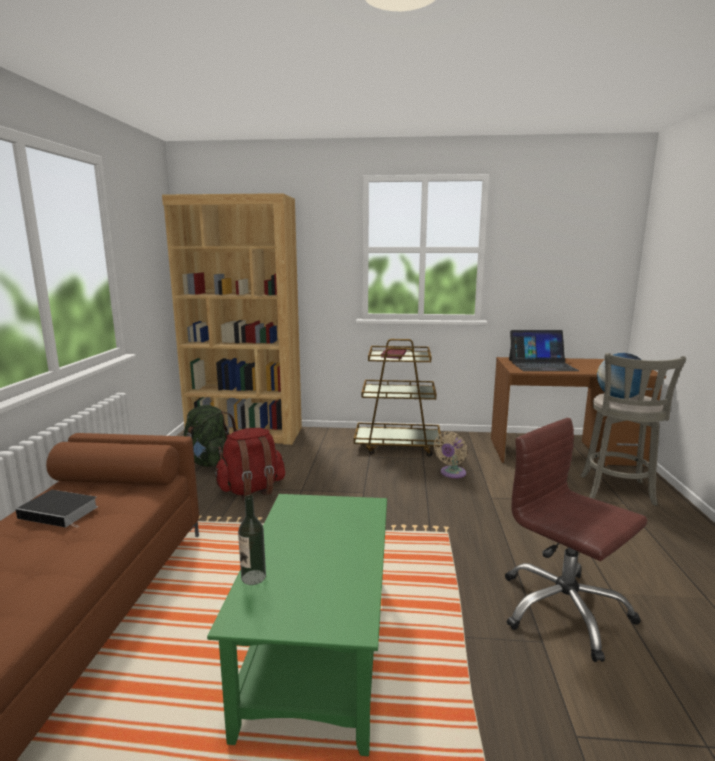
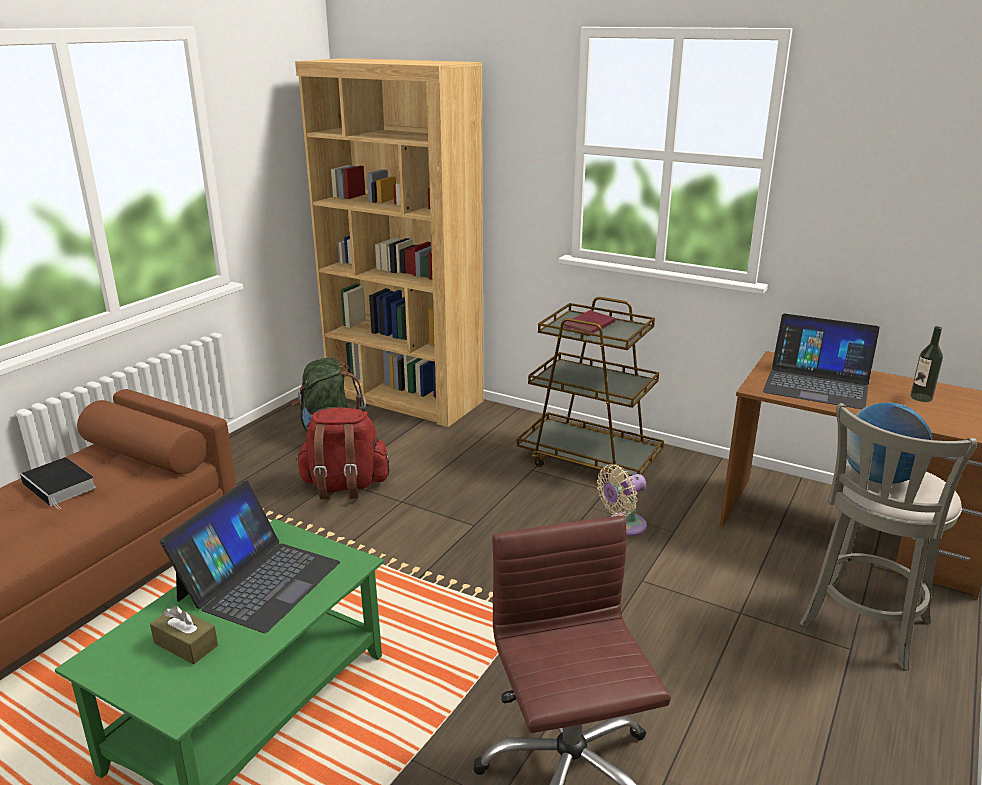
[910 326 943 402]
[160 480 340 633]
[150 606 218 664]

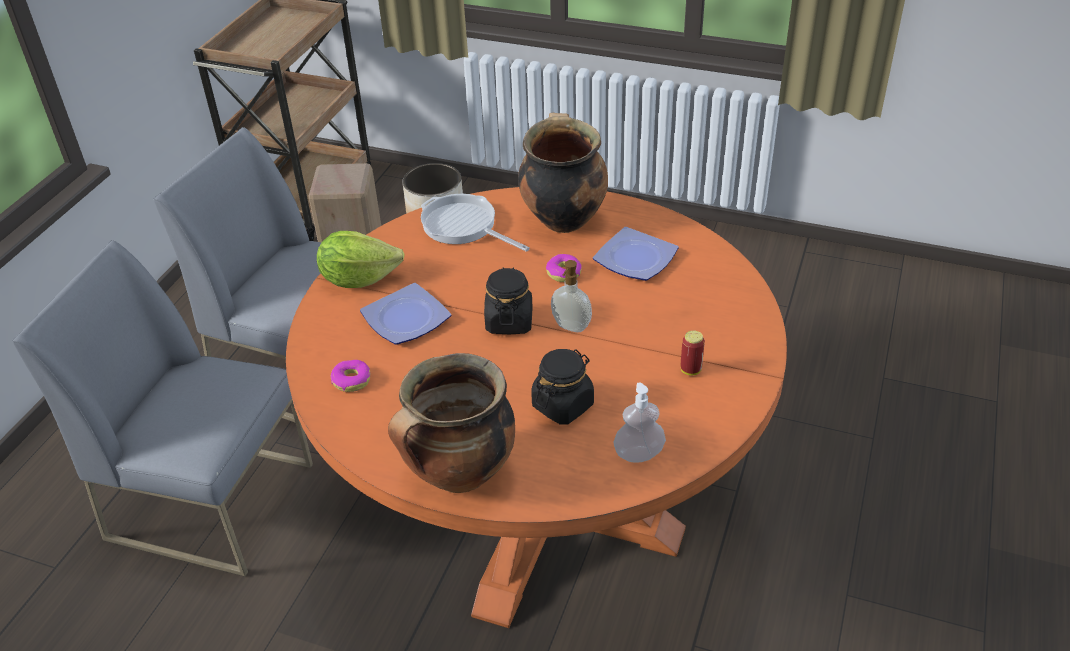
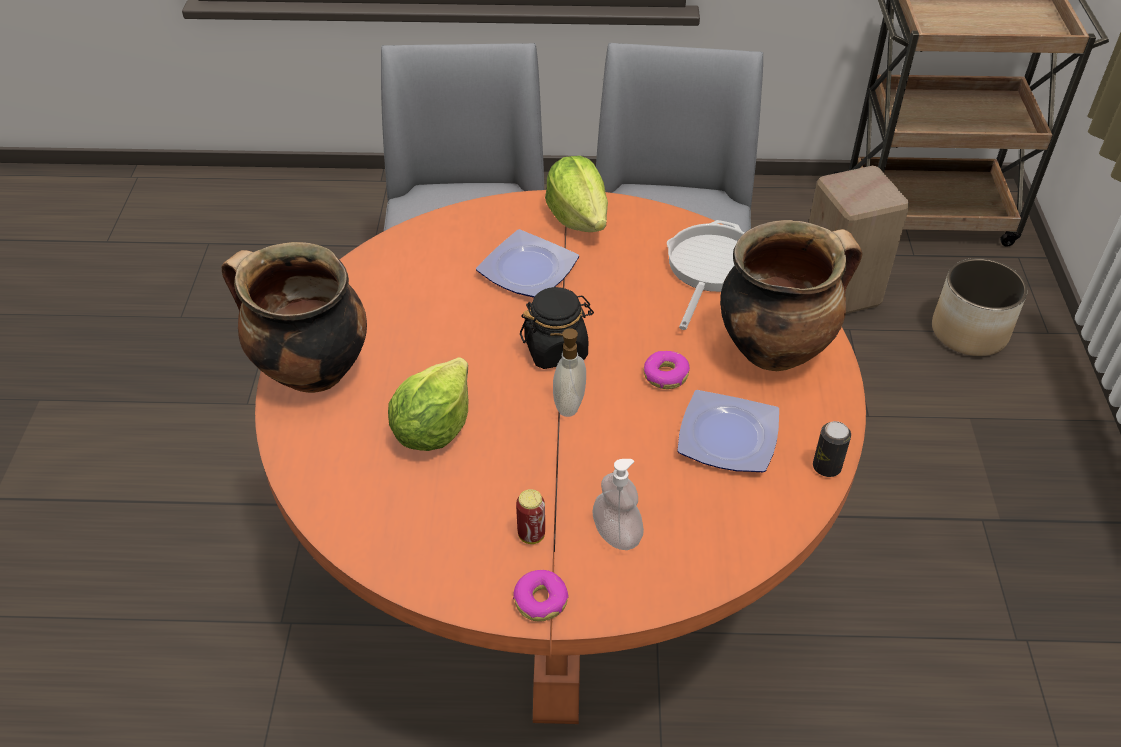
[388 357 468 451]
[513 570 569 621]
[592 459 644 550]
[813 421 851 477]

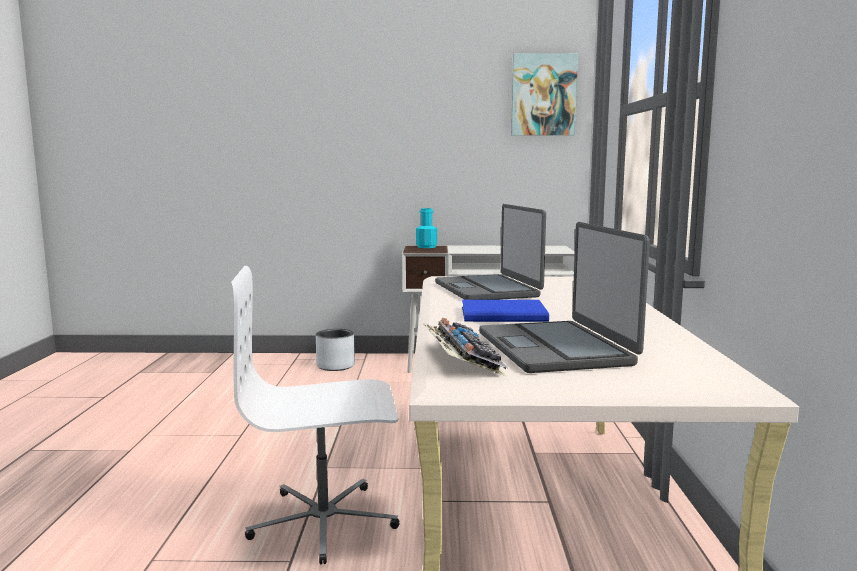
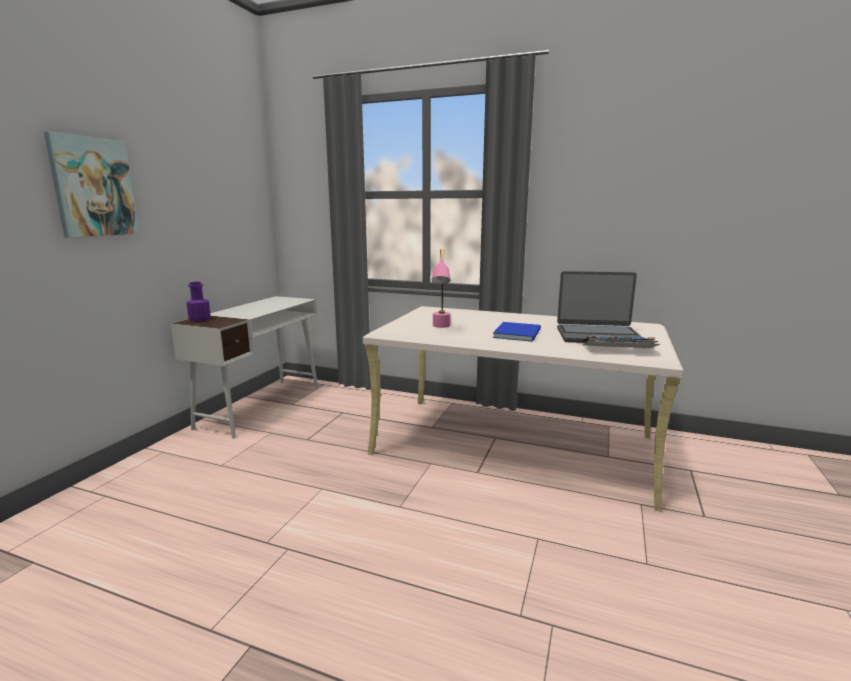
[44 131 140 238]
[432 249 451 328]
[187 282 211 322]
[231 266 400 565] (first image)
[316 329 355 371] (first image)

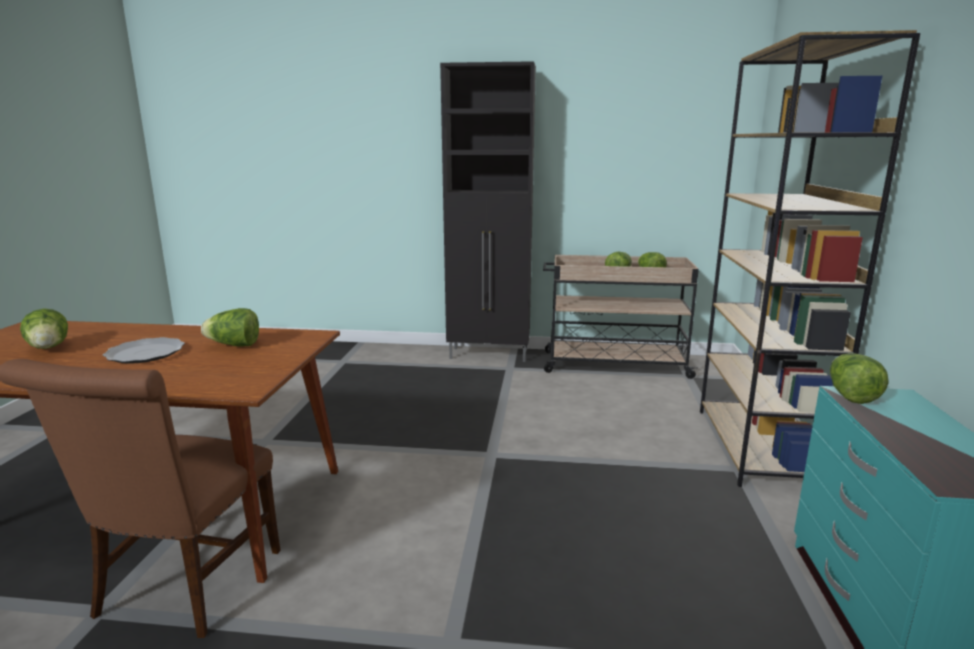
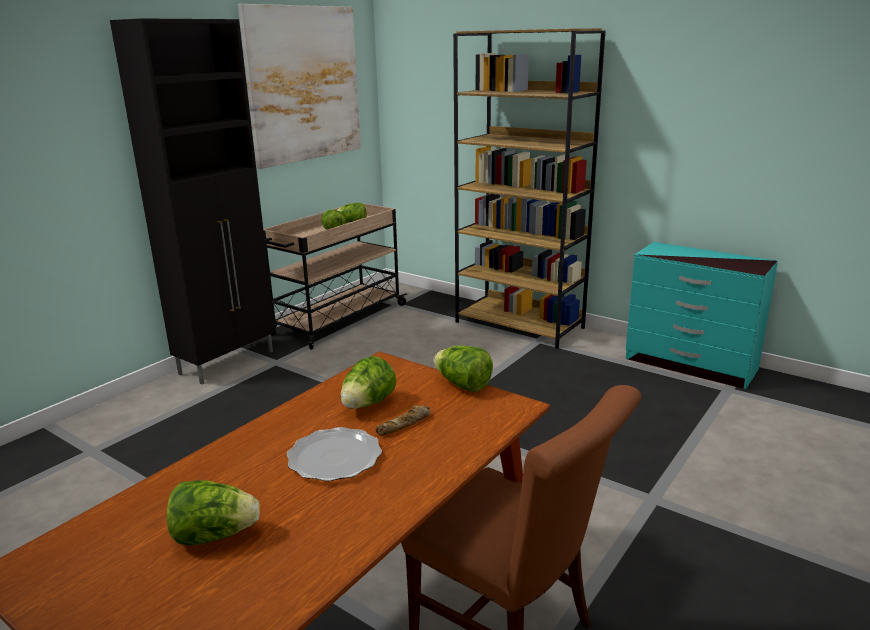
[433 346 493 392]
[238 4 361 169]
[375 405 430 436]

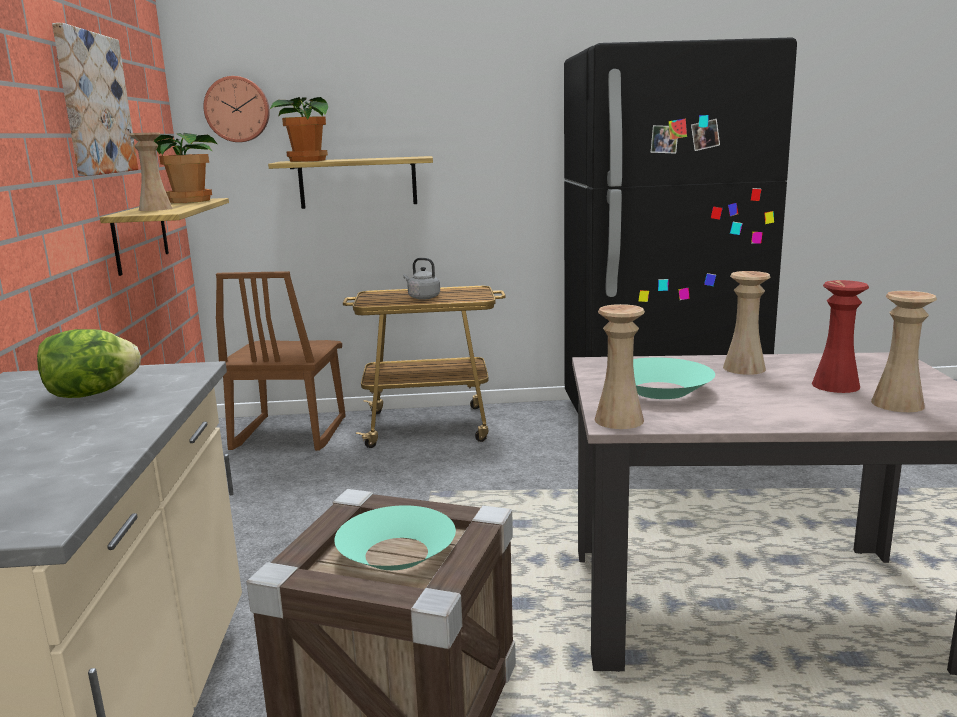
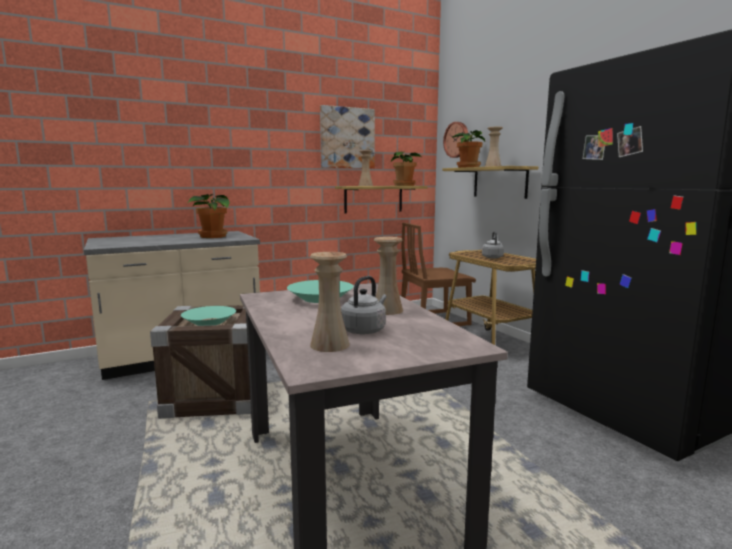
[341 276 387 334]
[485 127 503 167]
[188 194 229 238]

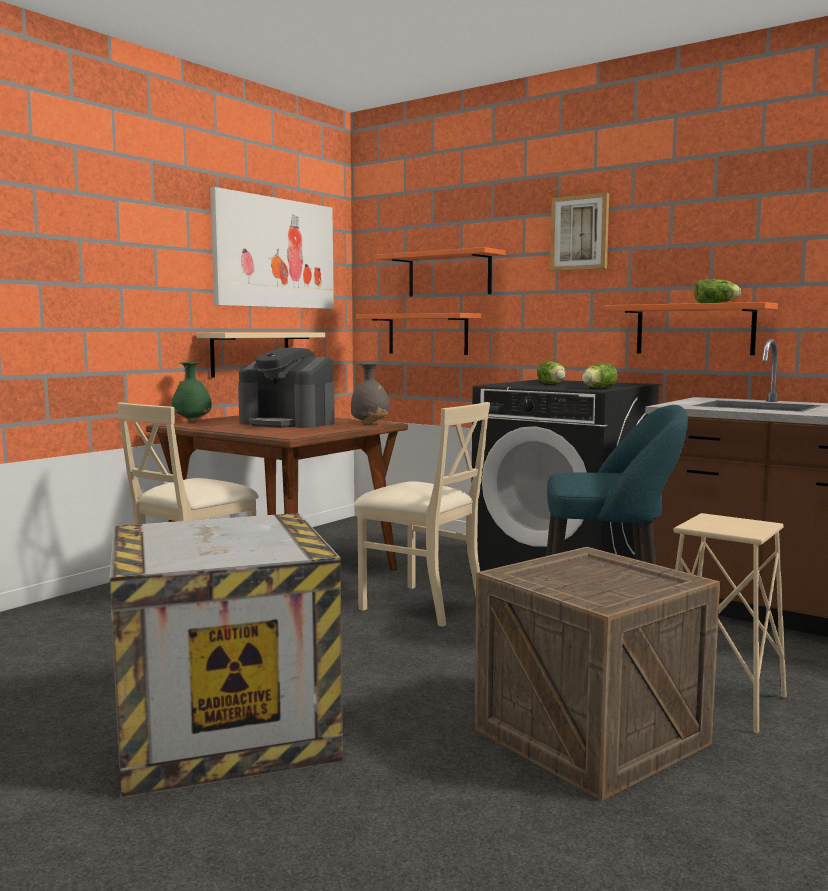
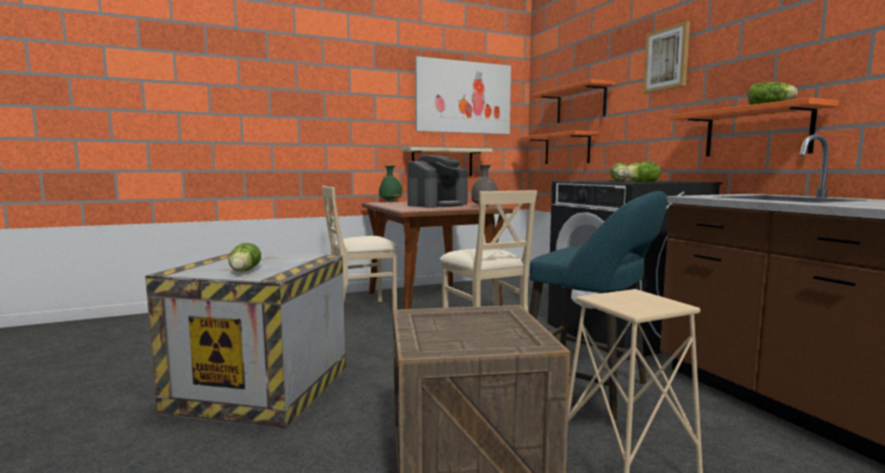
[407 155 468 207]
[228 243 261 272]

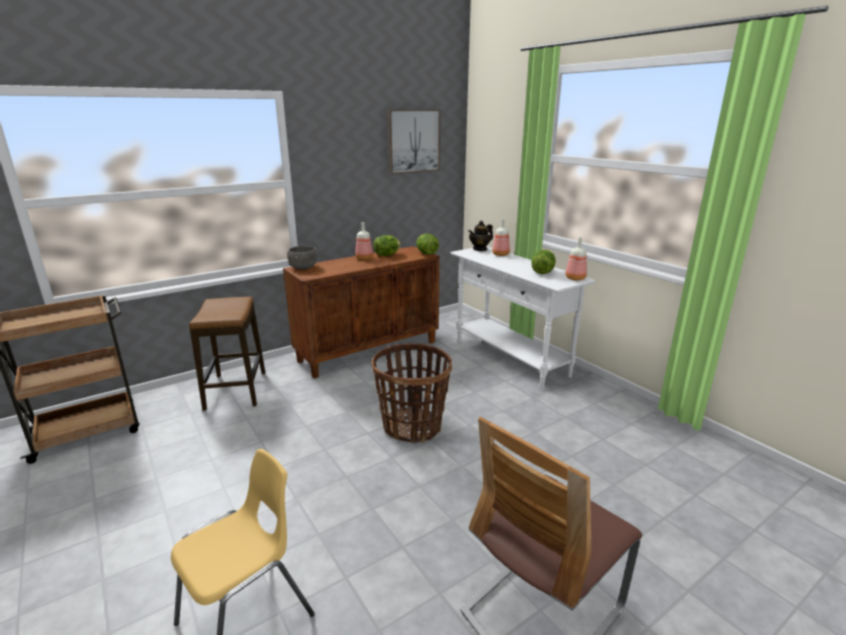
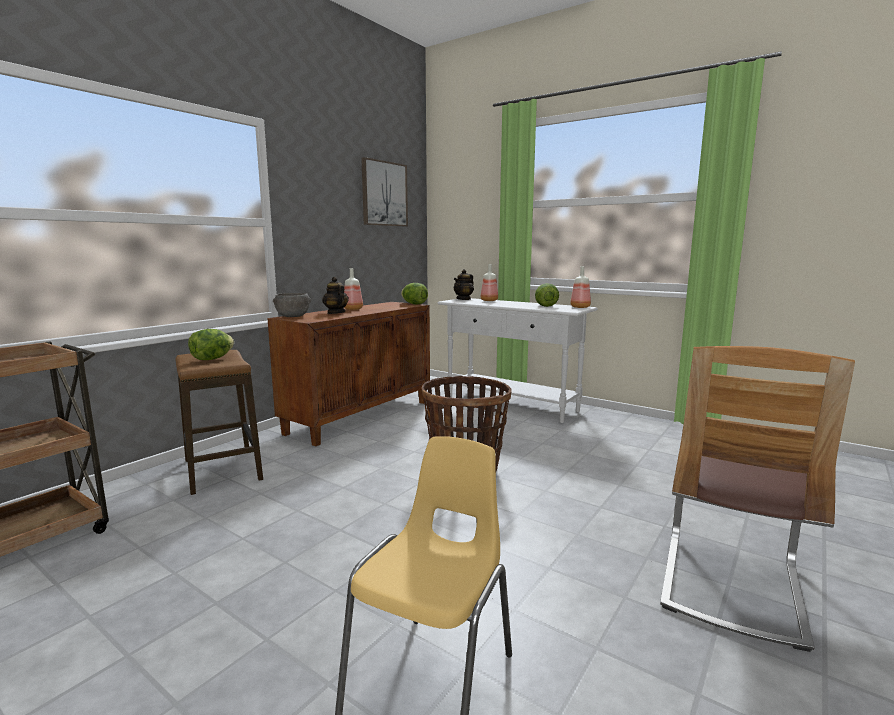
[188 329 234 360]
[322 277 349 314]

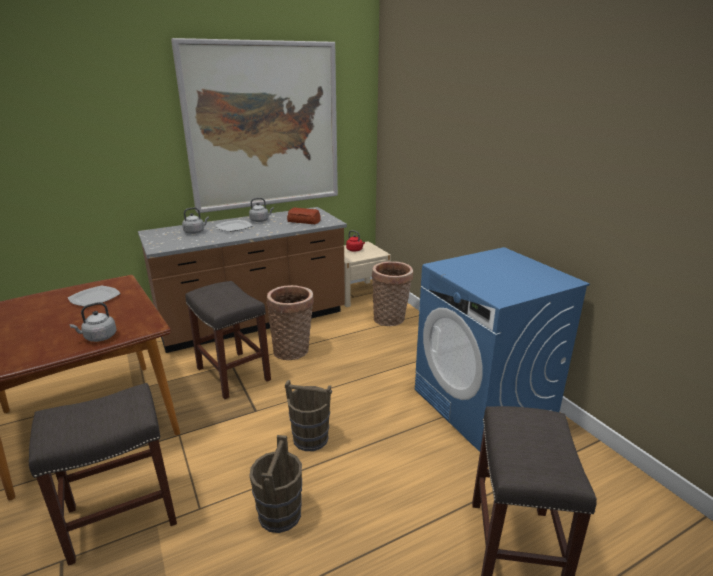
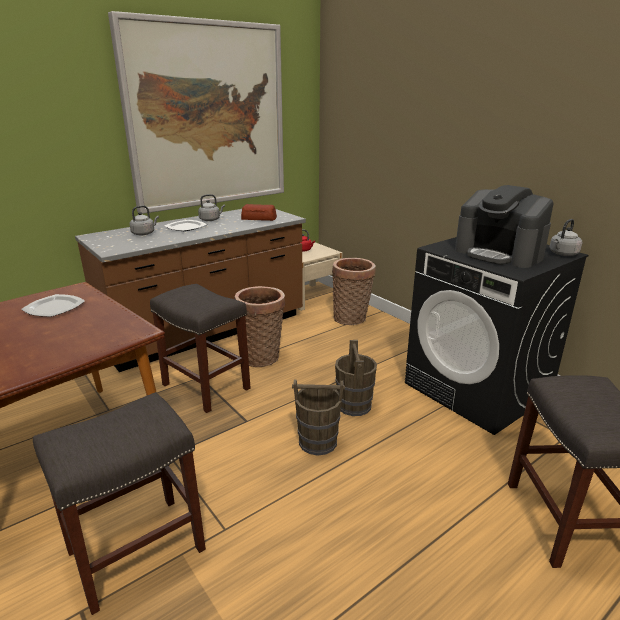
[405 237 588 435]
[550 219 582 256]
[335 340 377 416]
[455 185 554 268]

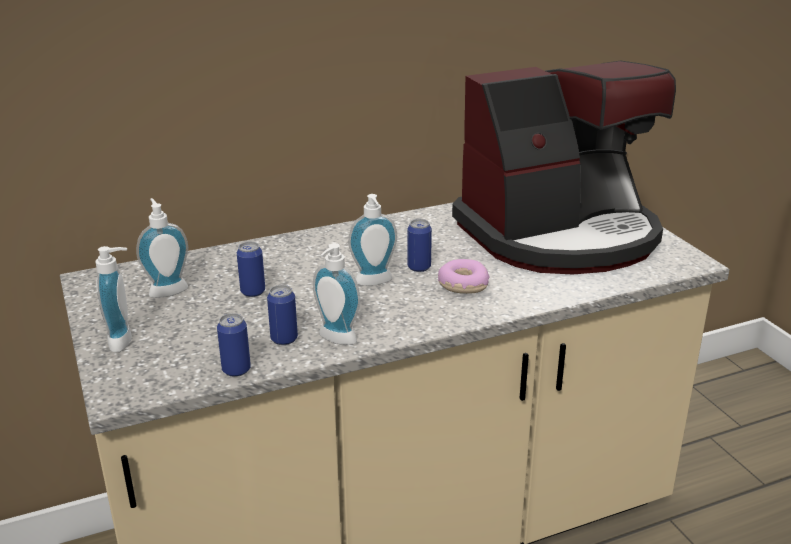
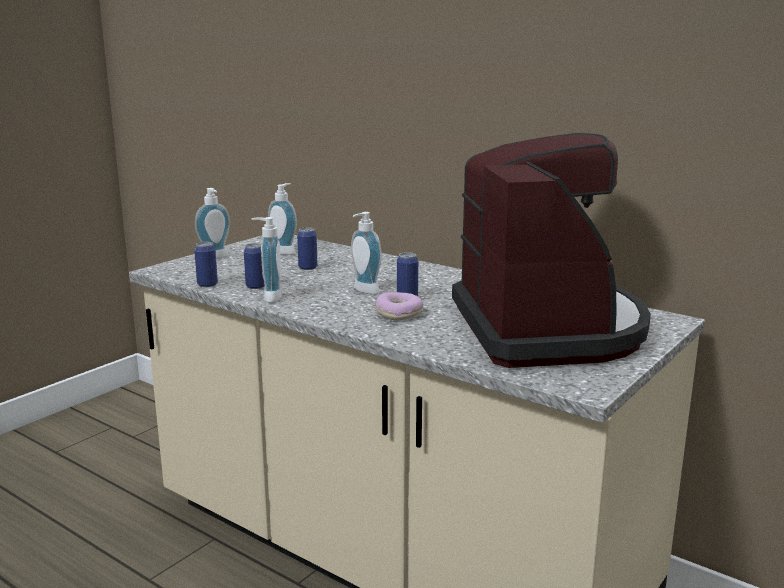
[452 133 651 368]

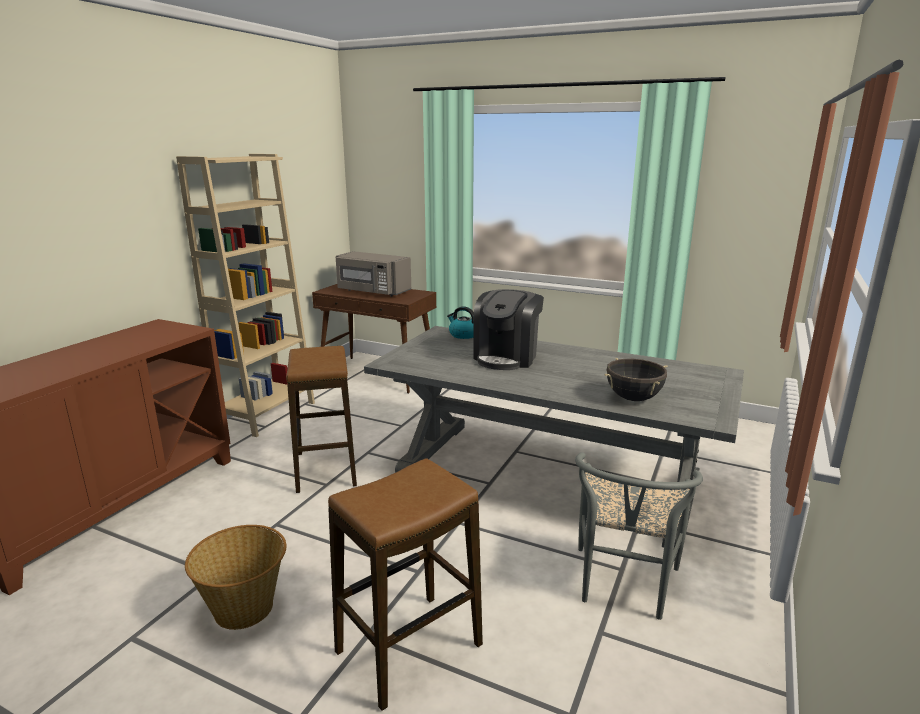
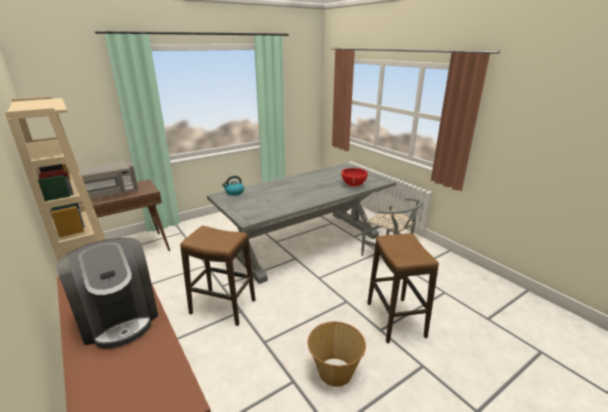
[56 237 158 349]
[340 167 370 186]

